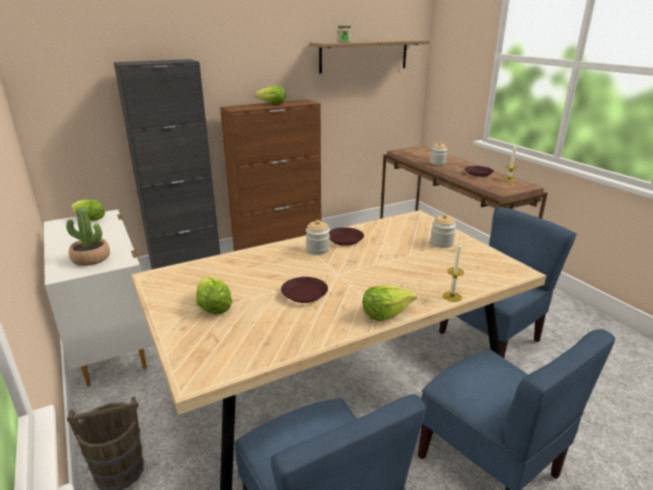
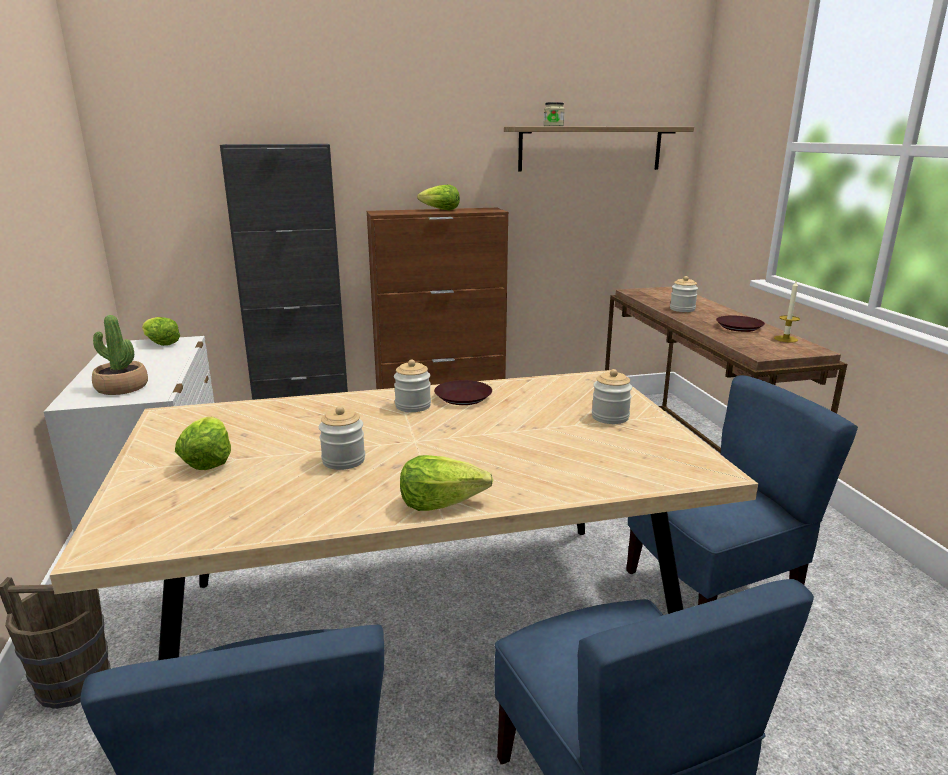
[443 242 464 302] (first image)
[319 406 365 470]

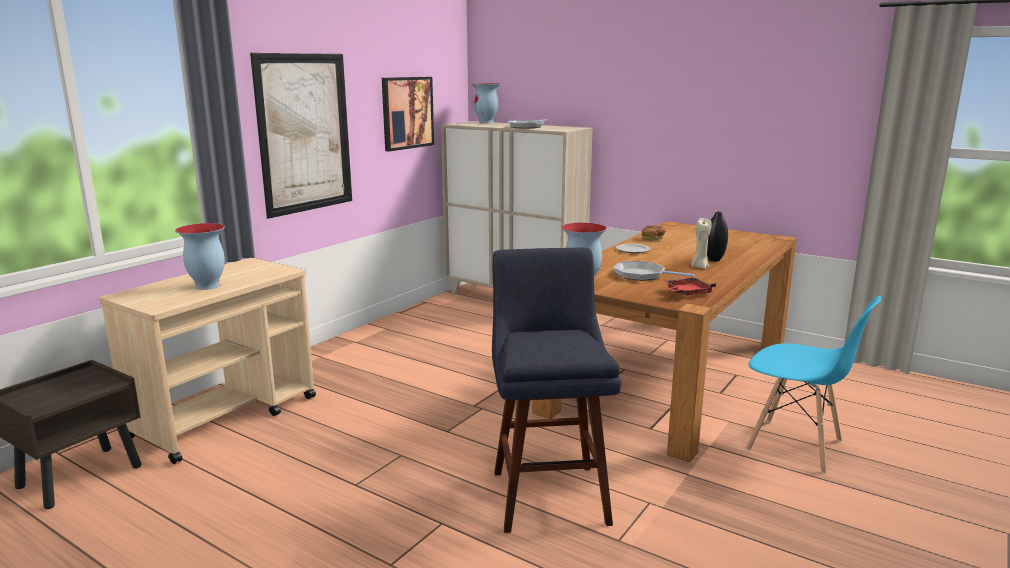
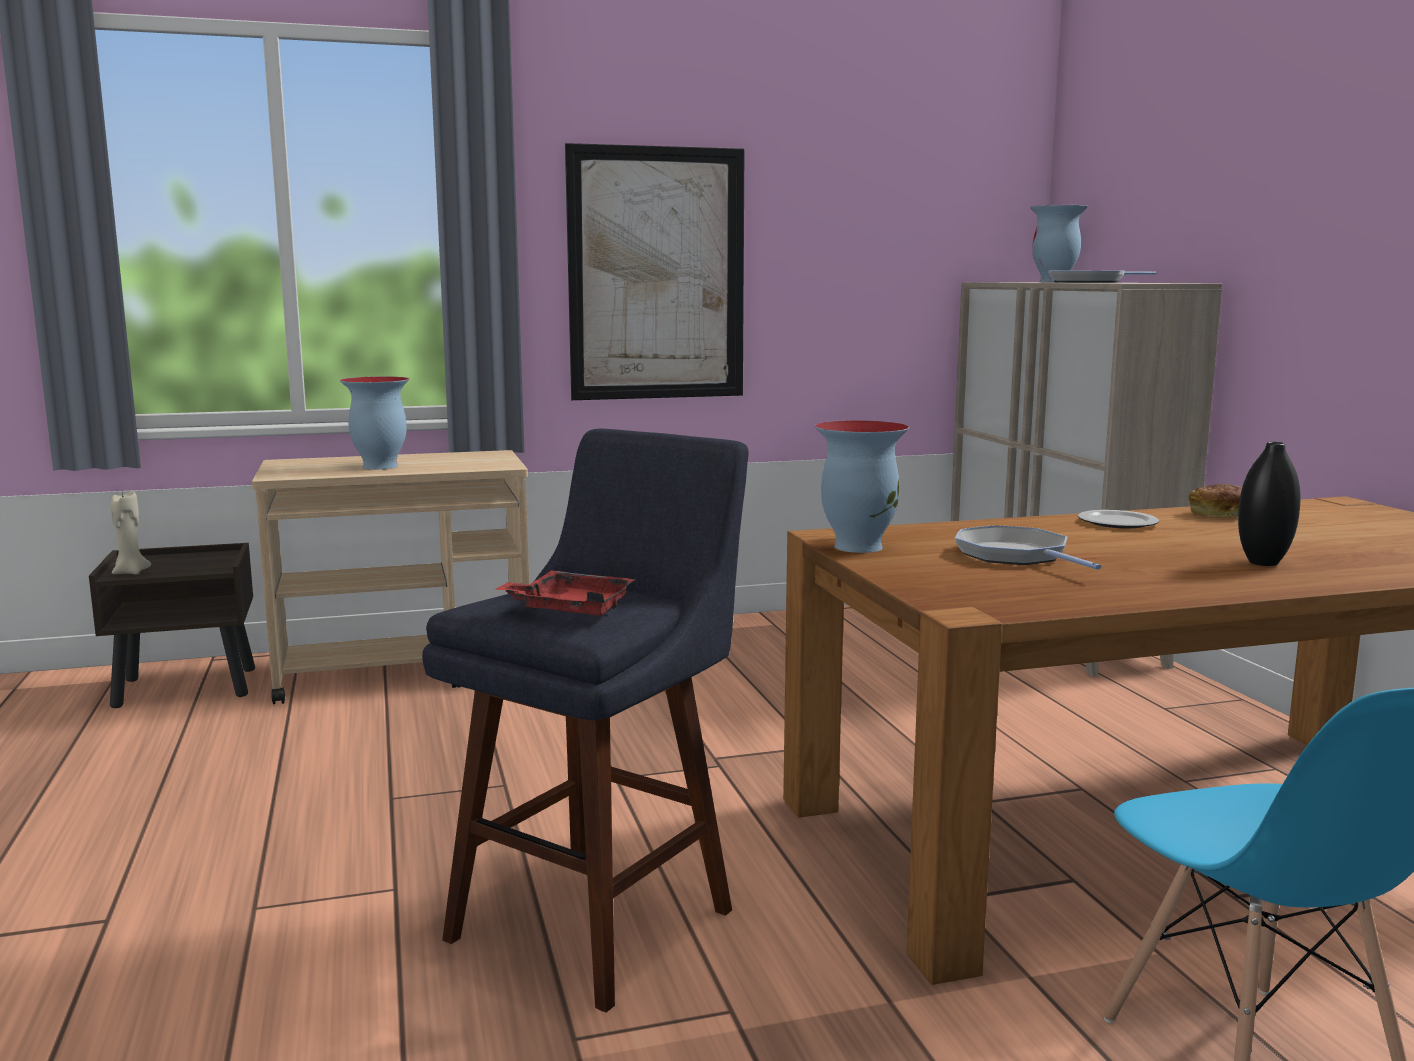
[382 77 434 151] (first image)
[110 491 151 575]
[496 570 635 616]

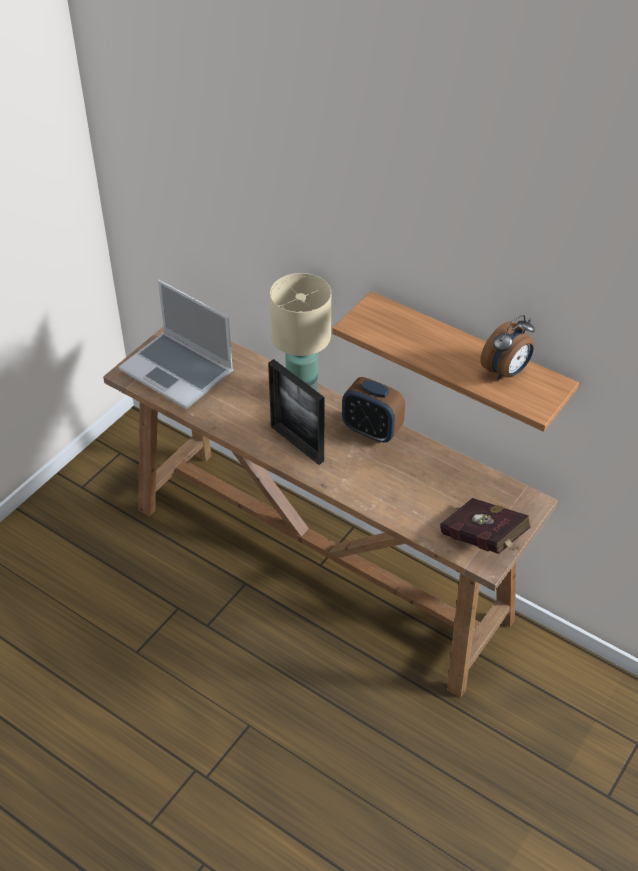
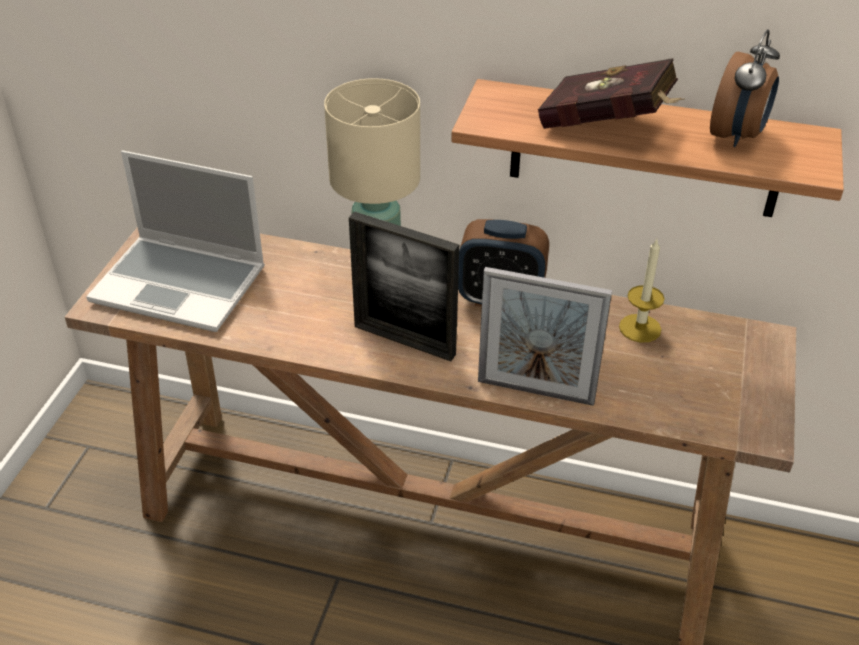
[538 58 685 129]
[619 239 665 343]
[478 267 612 406]

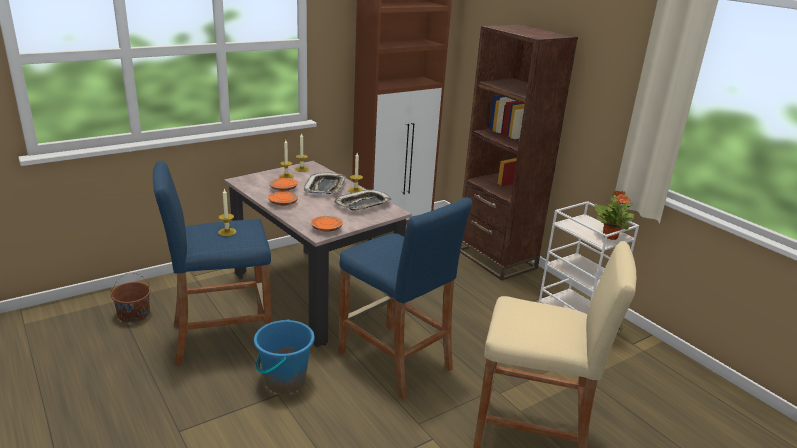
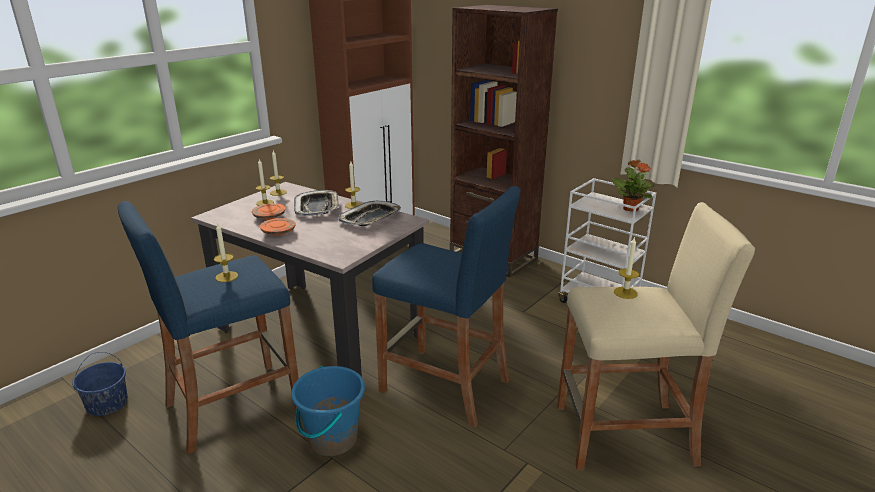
[311 216 343 232] (first image)
[72 352 128 416]
[614 236 639 299]

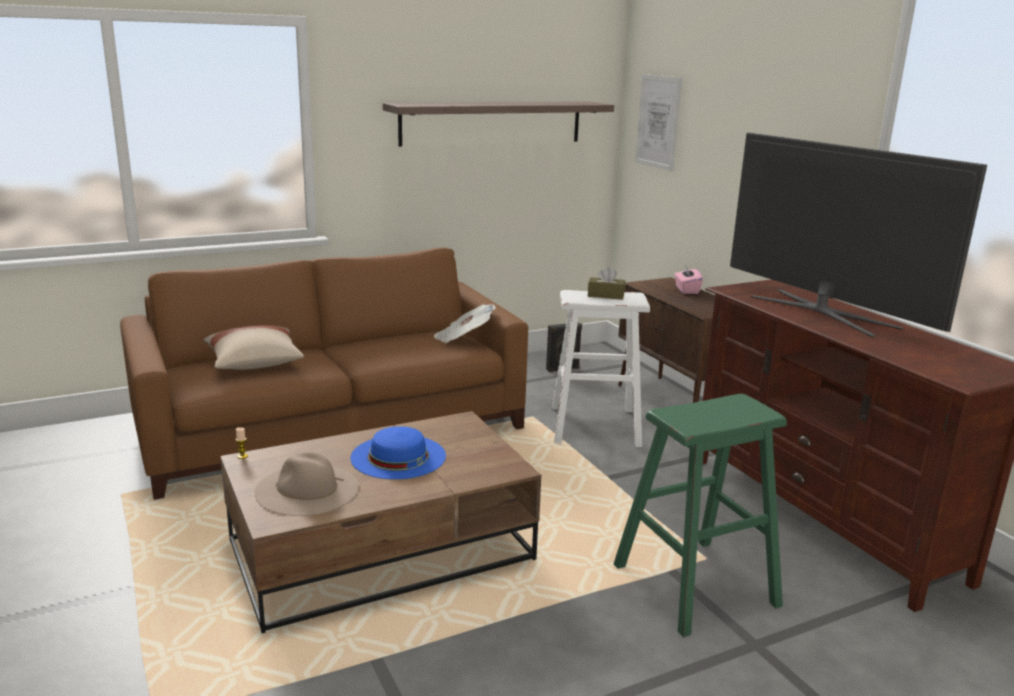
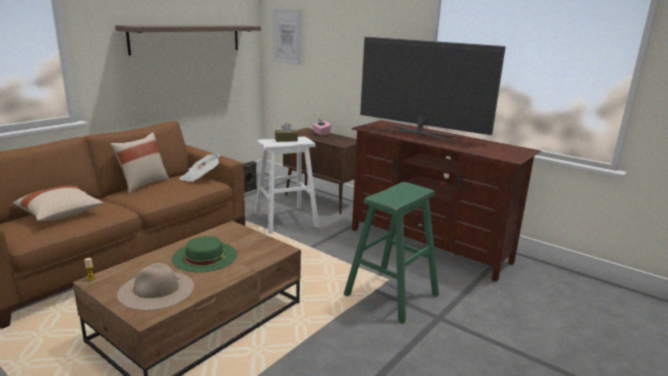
[172 236 237 272]
[110 132 169 194]

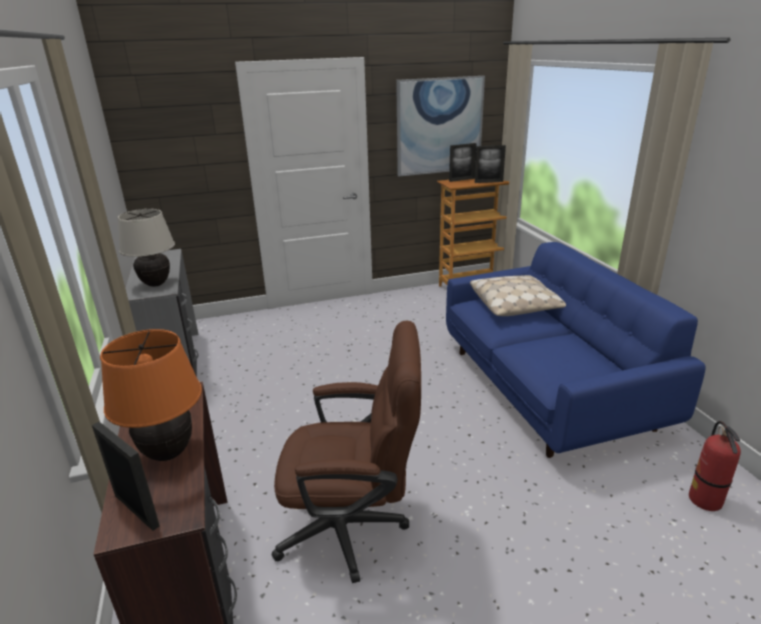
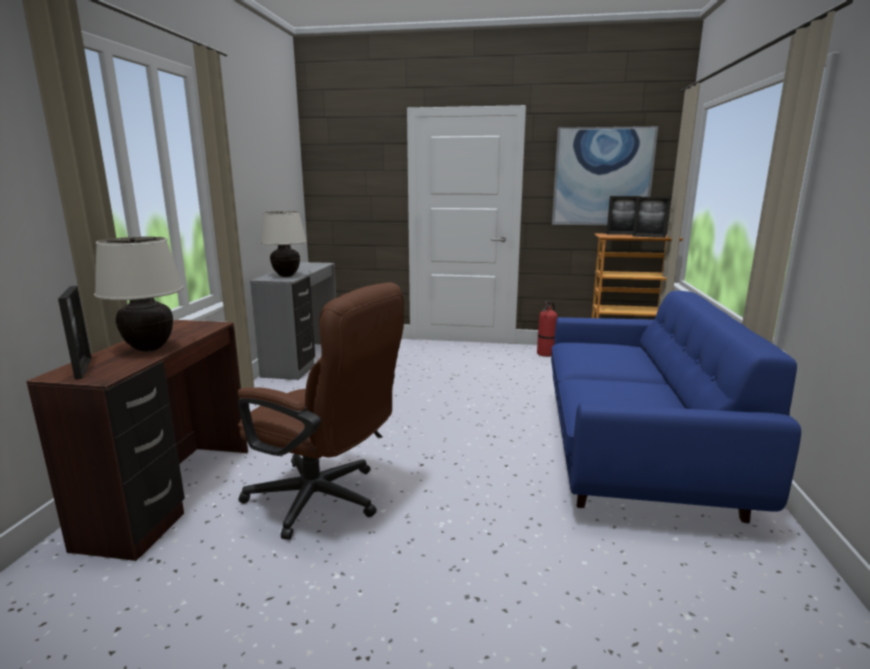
[470 275 566 316] (first image)
[94 237 183 352]
[537 301 557 357]

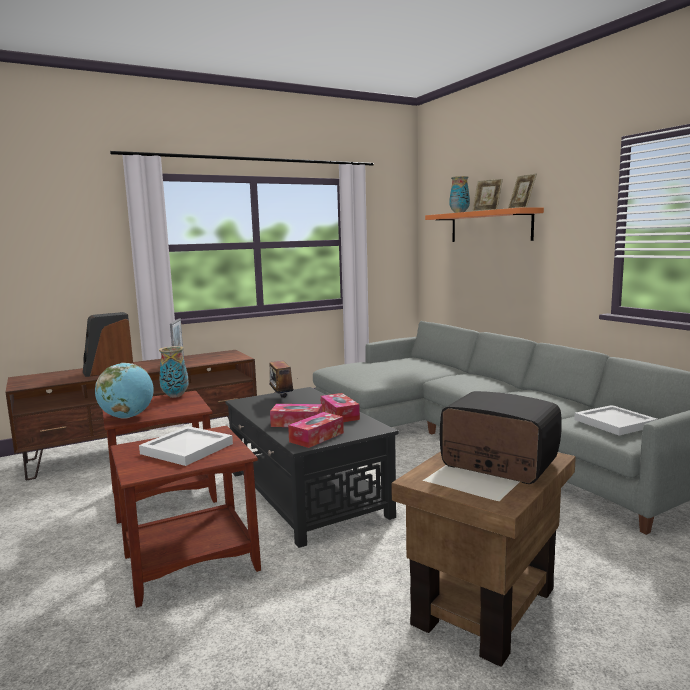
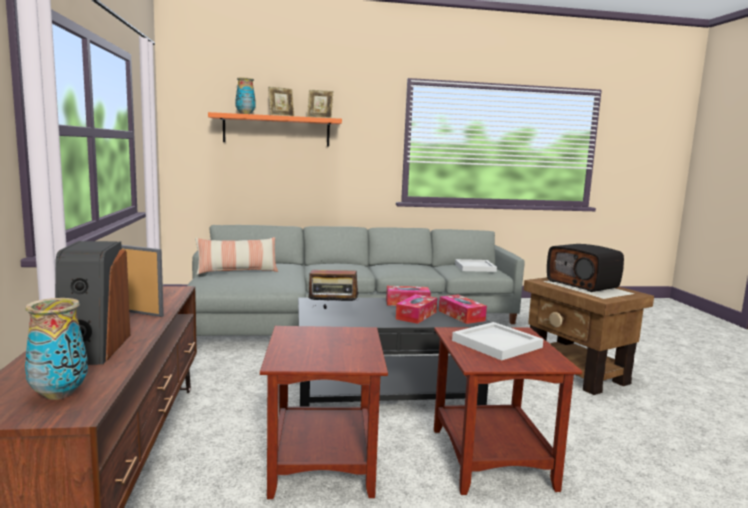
[25 298 88 400]
[95 363 154 419] (first image)
[547 244 624 292]
[195 237 278 275]

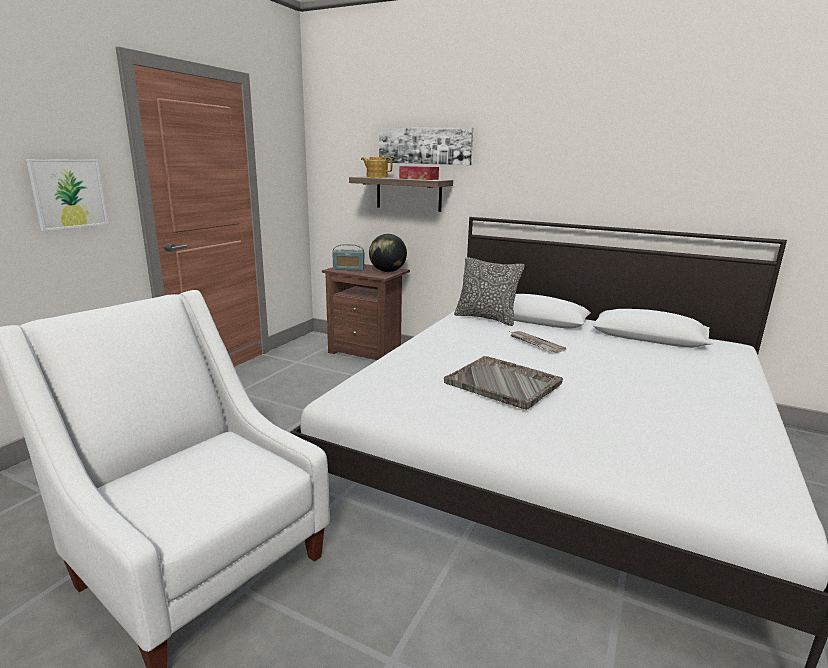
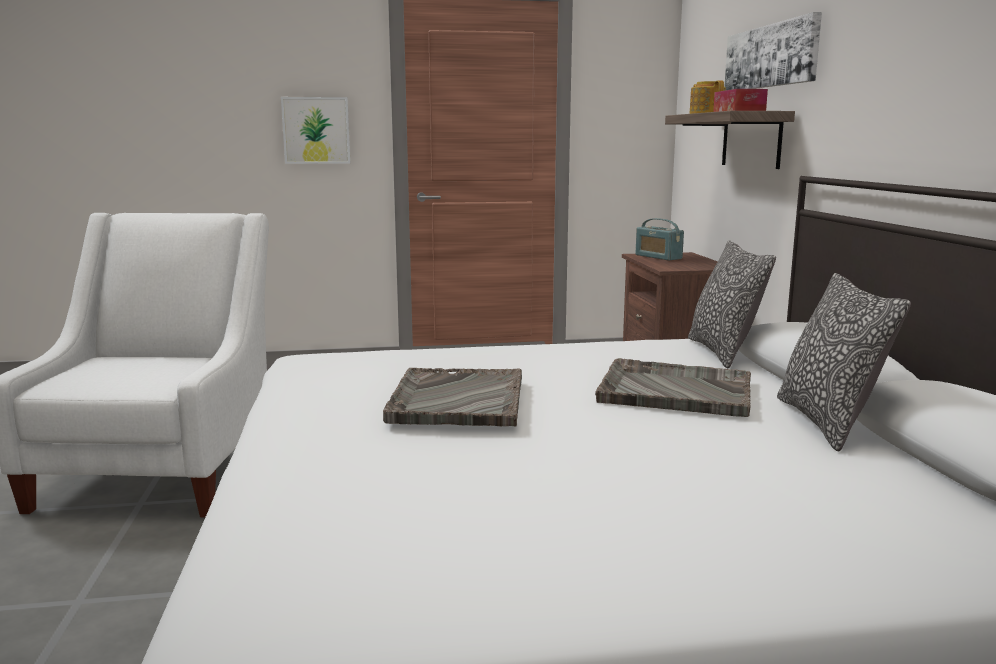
[369 234 407 272] (first image)
[595 358 751 417]
[777 273 911 451]

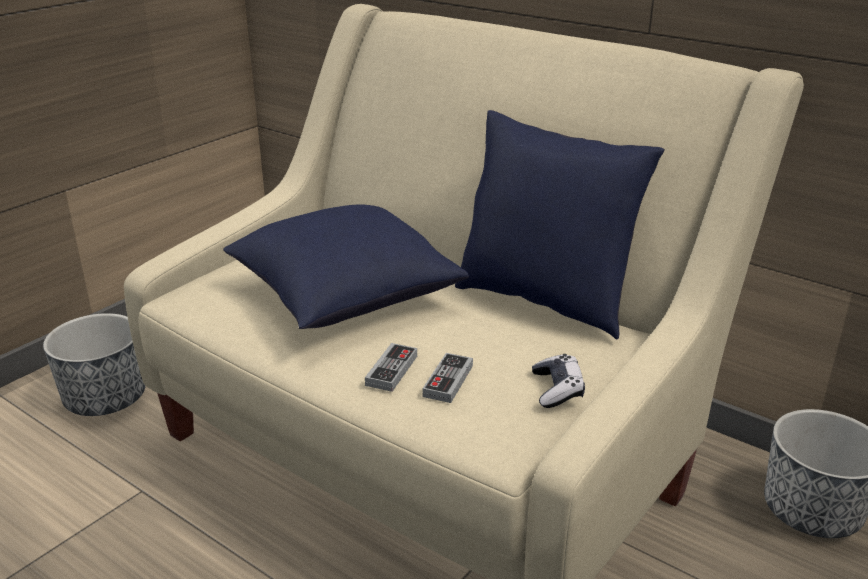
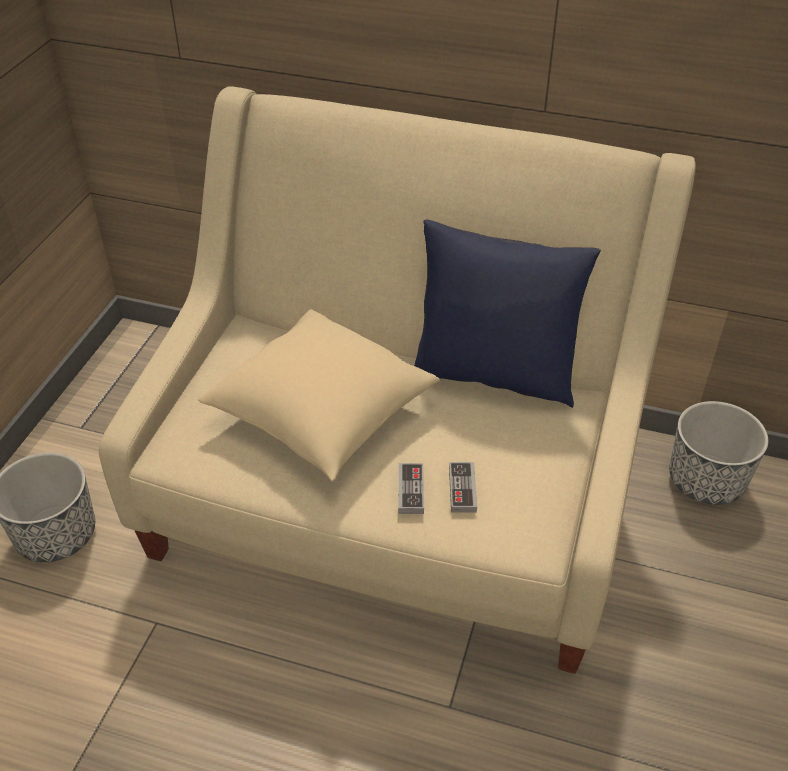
[198 309 440 481]
[532 354 585 408] (first image)

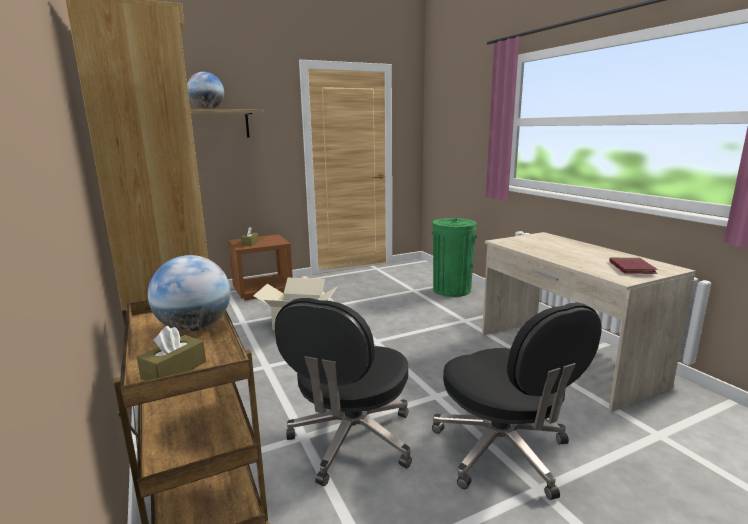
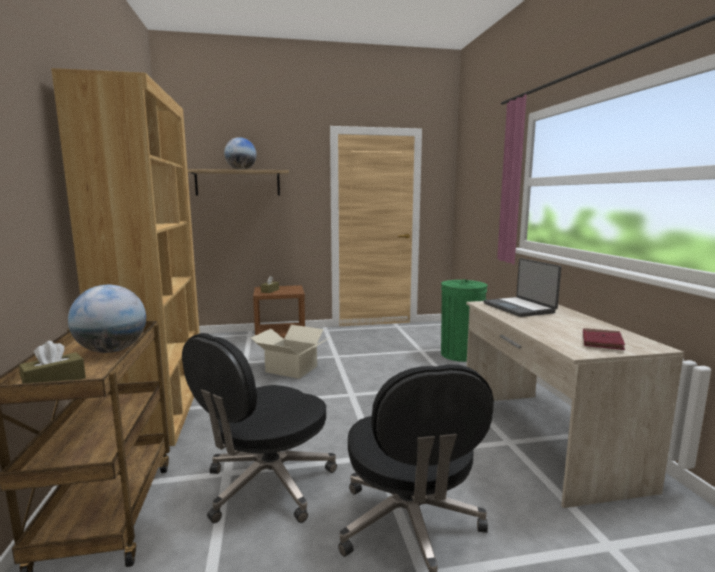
[484 258 562 317]

